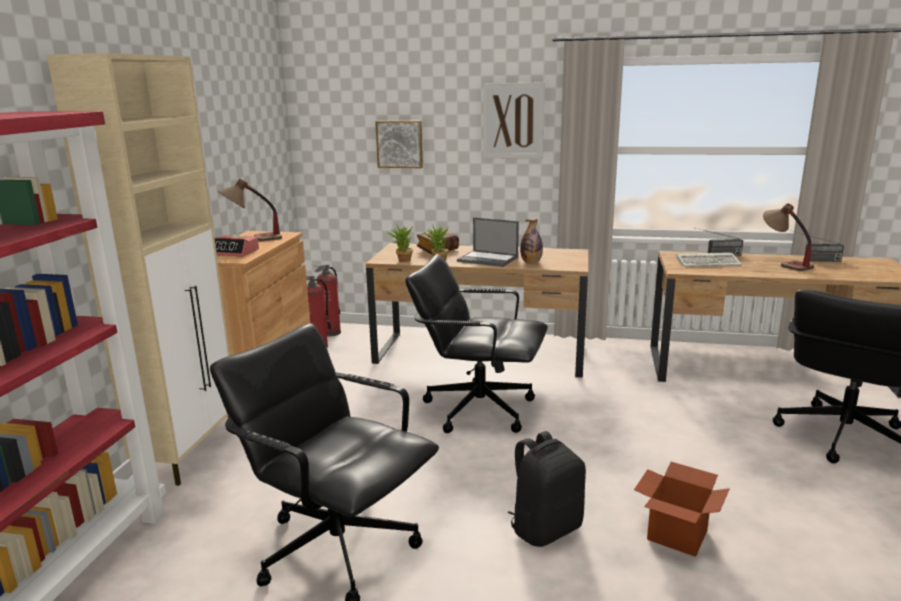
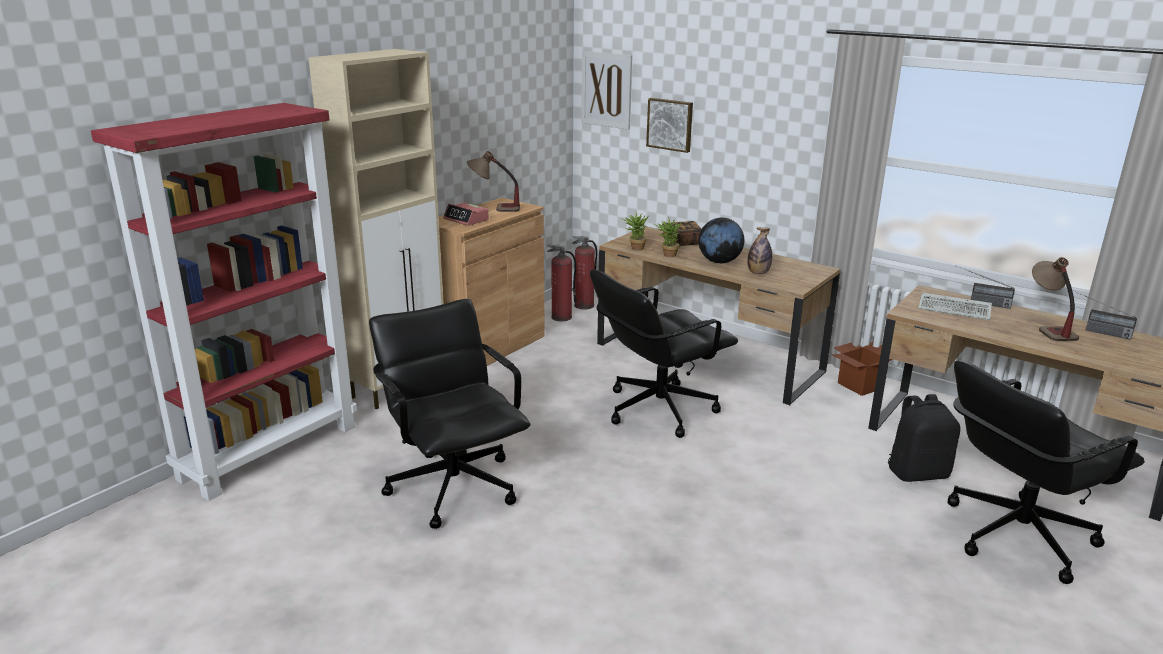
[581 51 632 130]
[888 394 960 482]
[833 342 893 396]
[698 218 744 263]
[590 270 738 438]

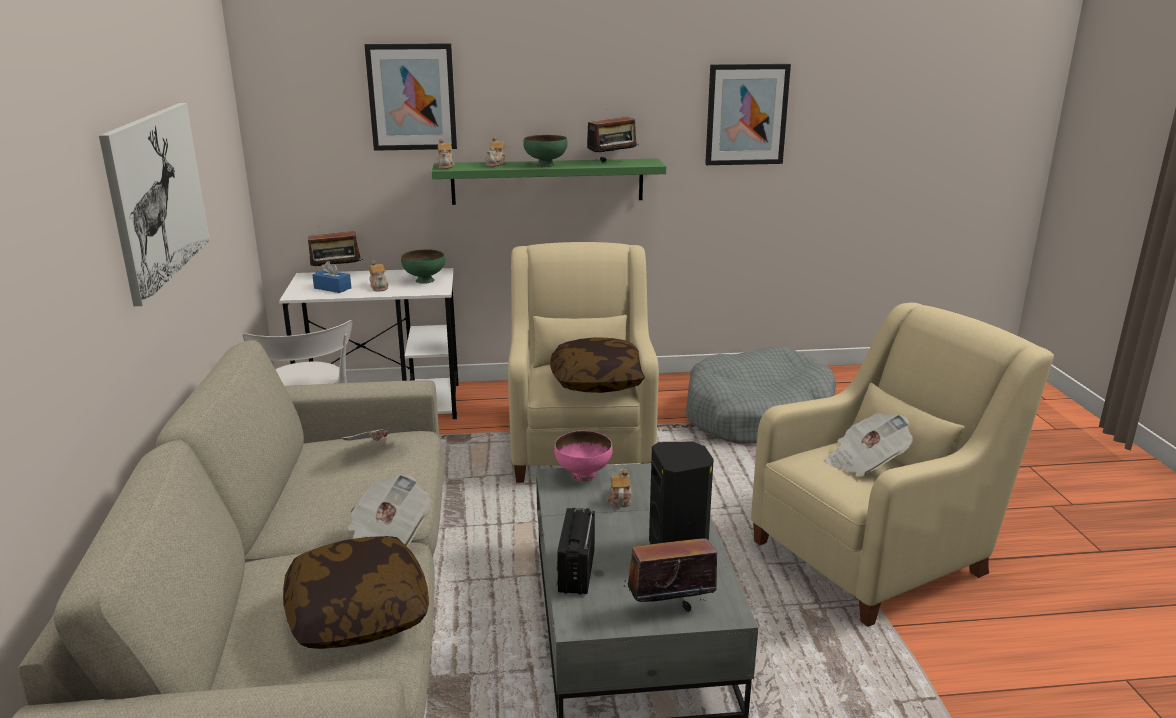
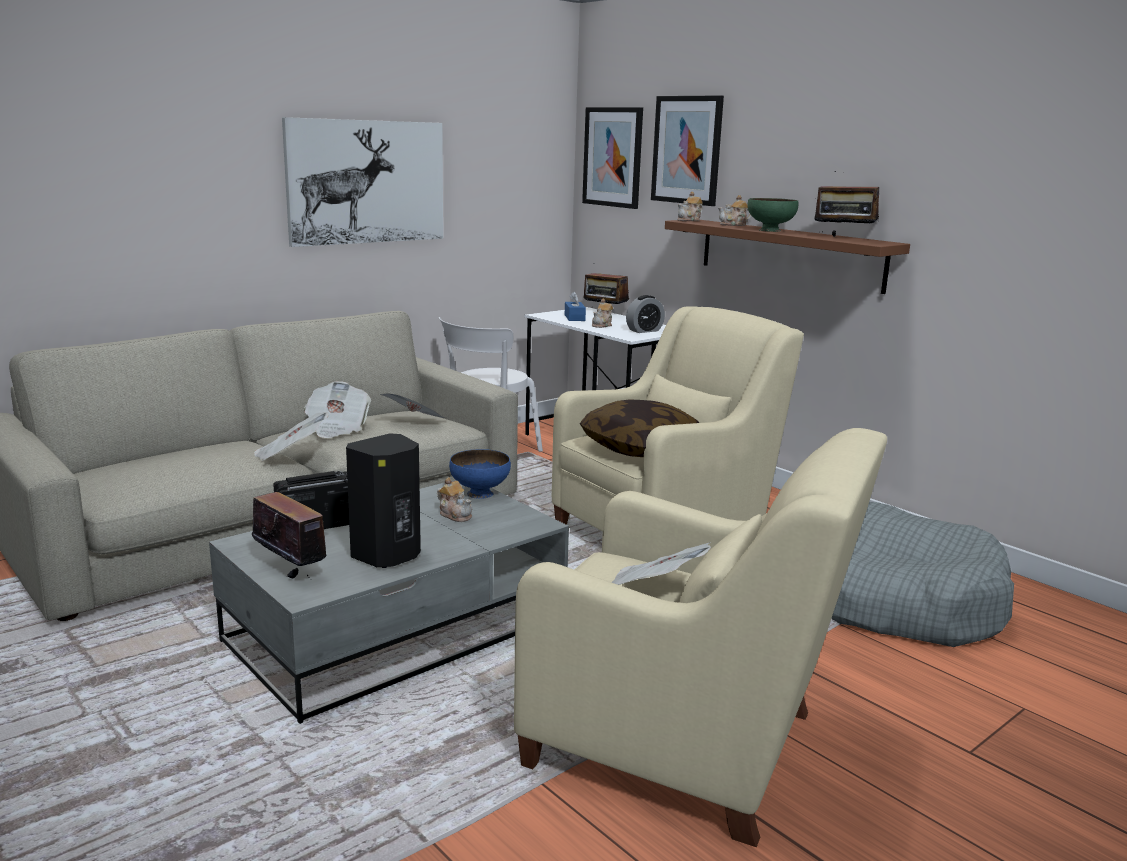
[283 536 429 649] (first image)
[304 381 371 438]
[582 107 643 209]
[626 295 665 333]
[665 220 910 294]
[449 449 511 499]
[437 477 472 522]

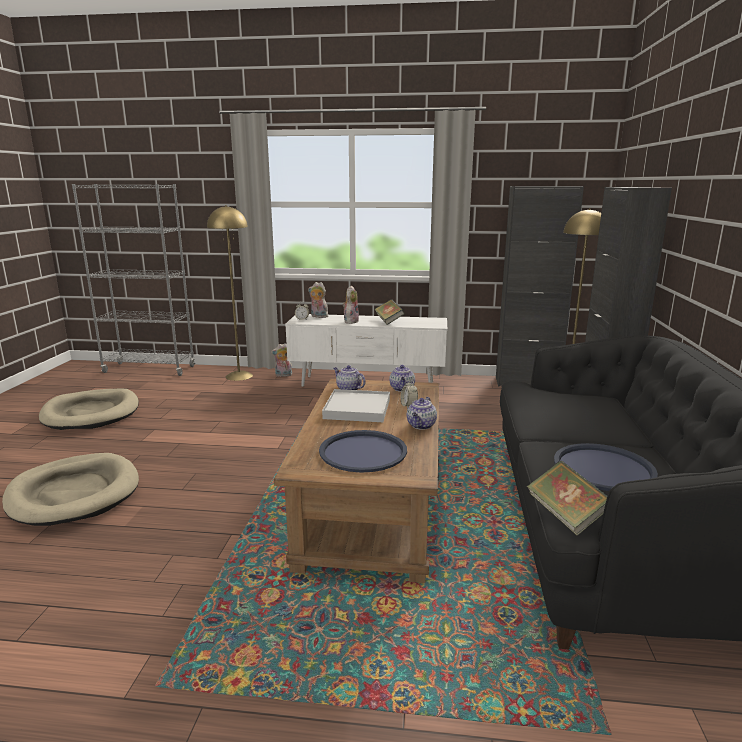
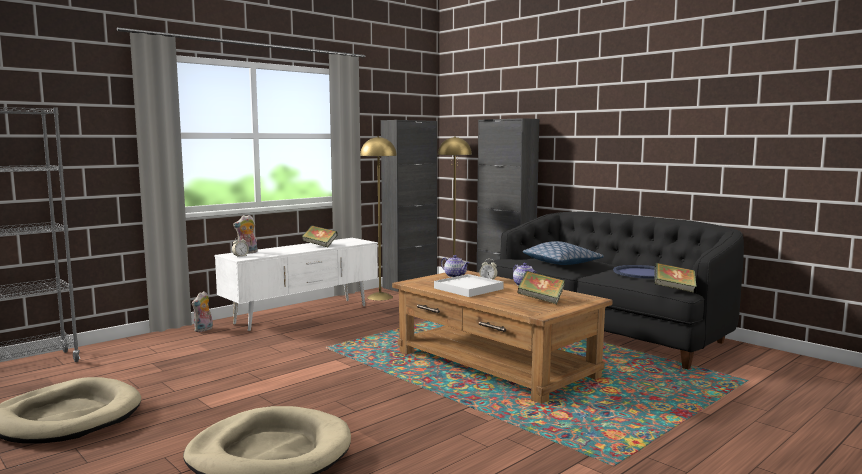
[333 365 365 390] (first image)
[343 286 359 324] (first image)
[523 241 604 265]
[360 136 397 301]
[518 271 565 304]

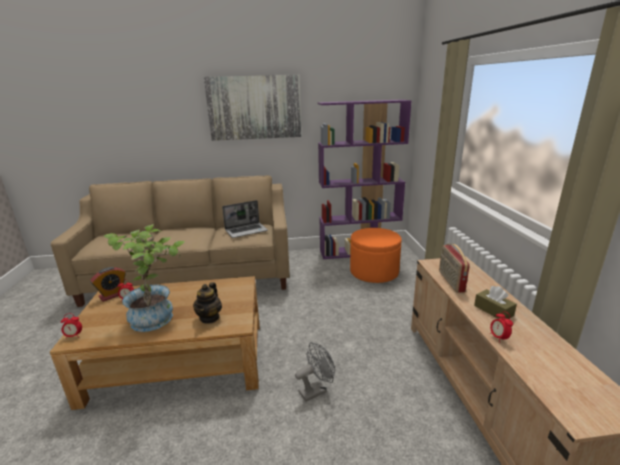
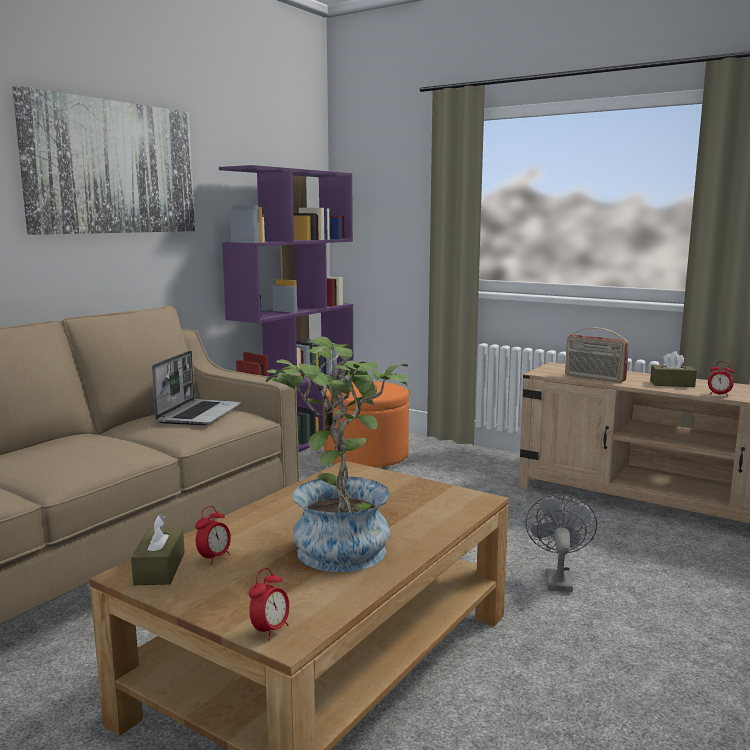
[193 282 222 324] (first image)
[131 514 185 585]

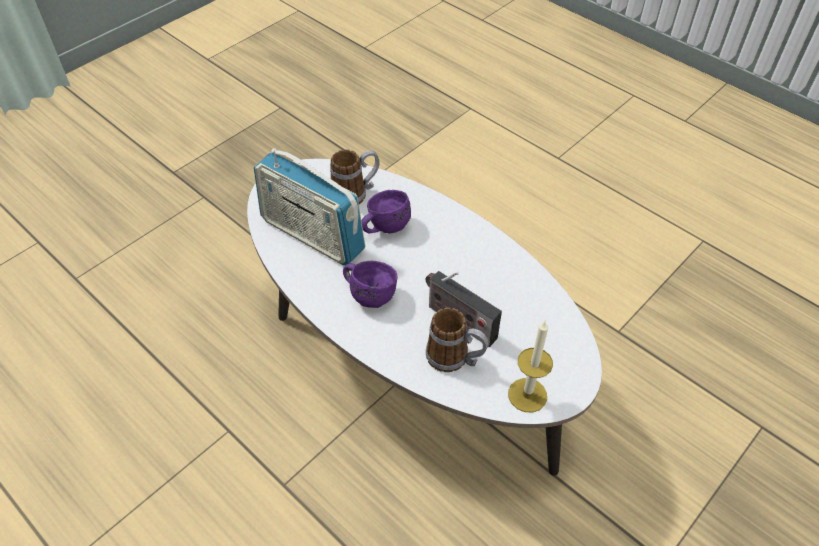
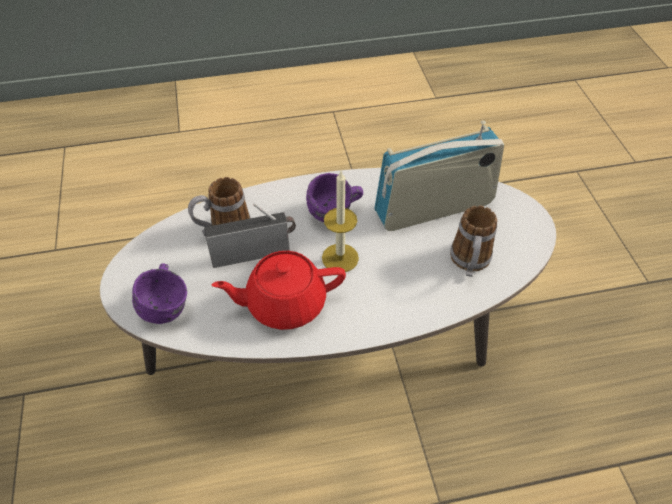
[212 251 346 330]
[132 264 187 324]
[322 171 359 272]

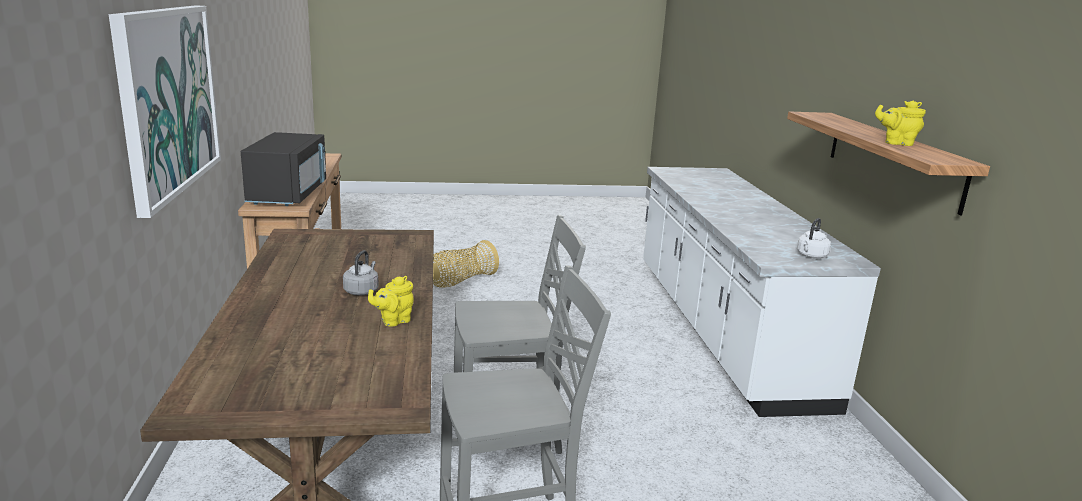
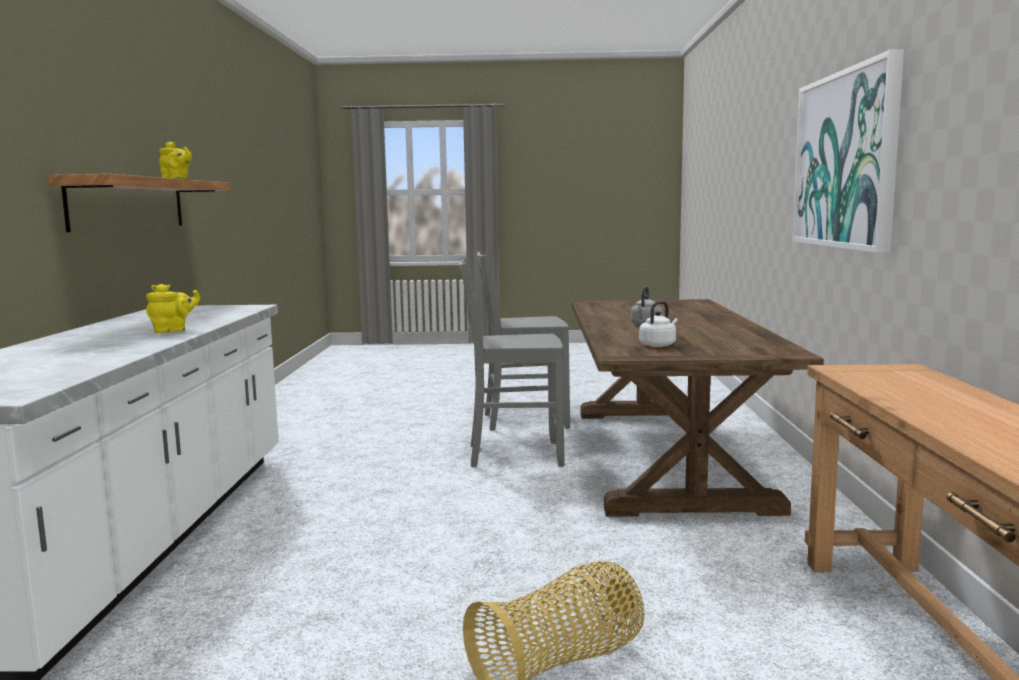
[241 132 326 206] (first image)
[146 284 200 333]
[639 301 678 347]

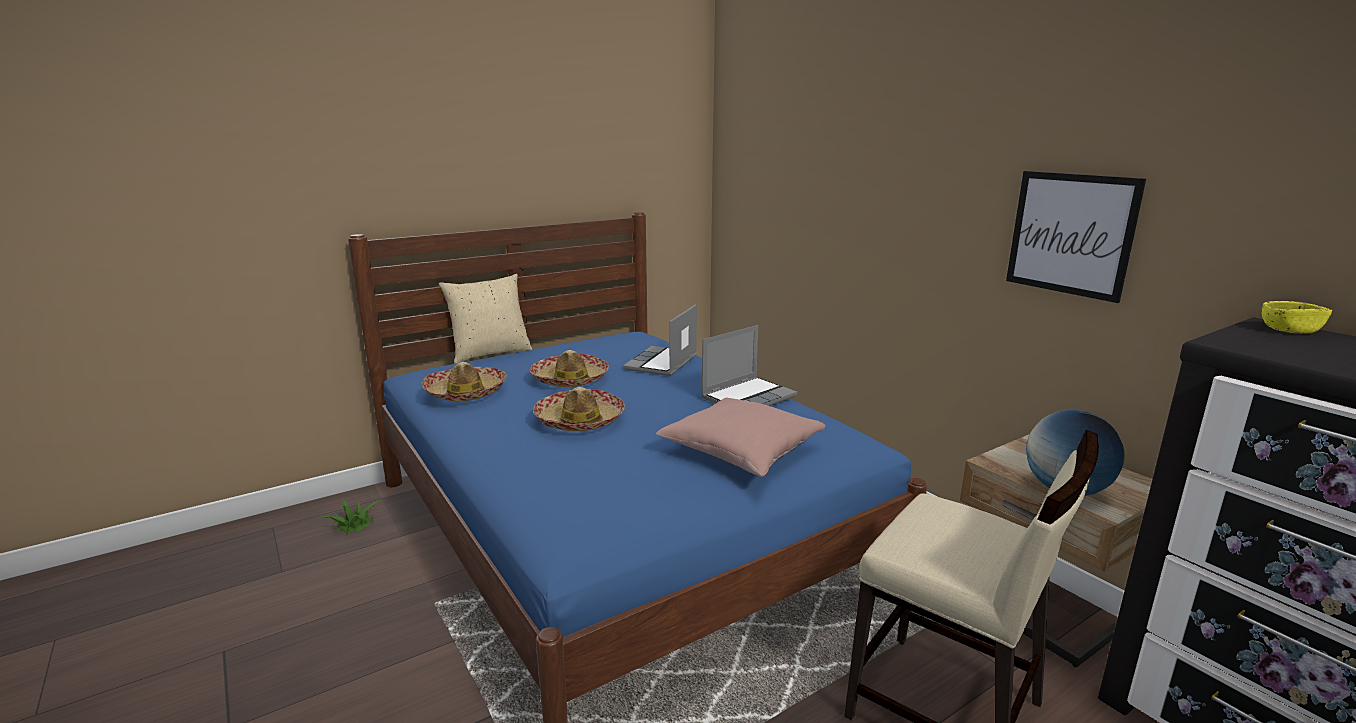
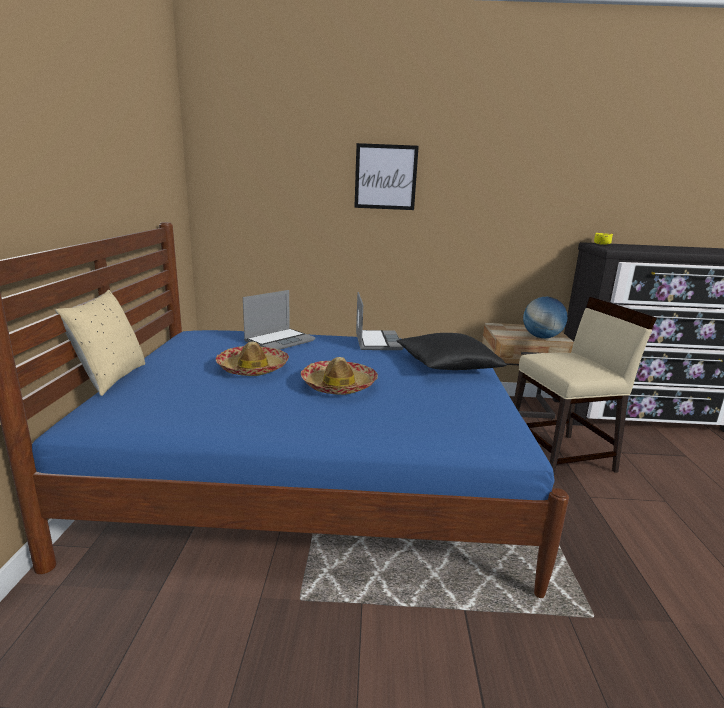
[324 499 380 535] (first image)
[422 362 507 401] (first image)
[354 143 419 210]
[397 333 507 370]
[243 290 315 350]

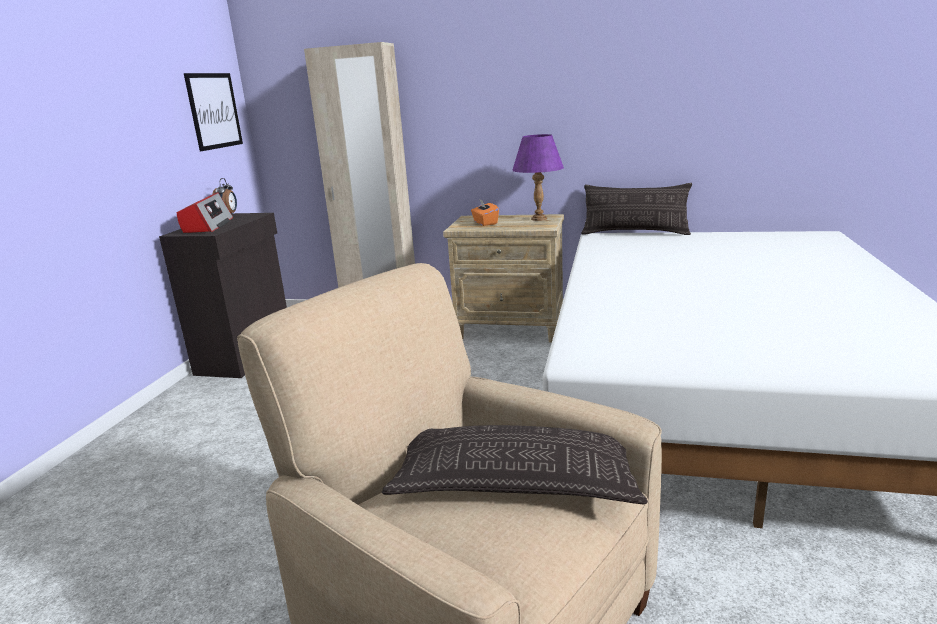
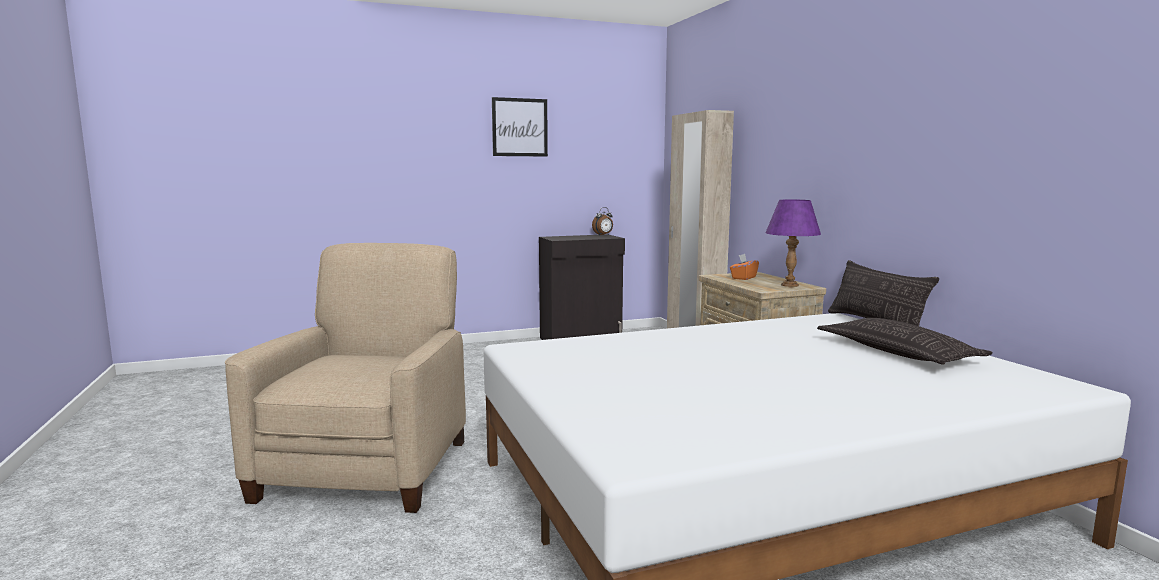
[177 192 233 233] (first image)
[492 97 548 157]
[817 318 993 365]

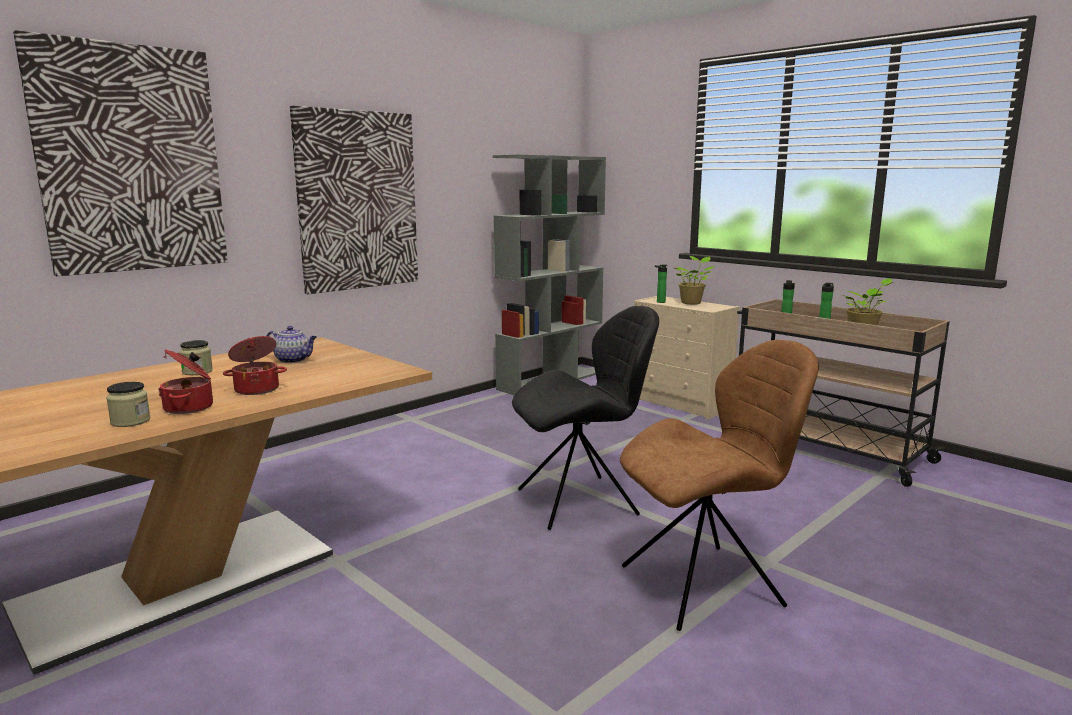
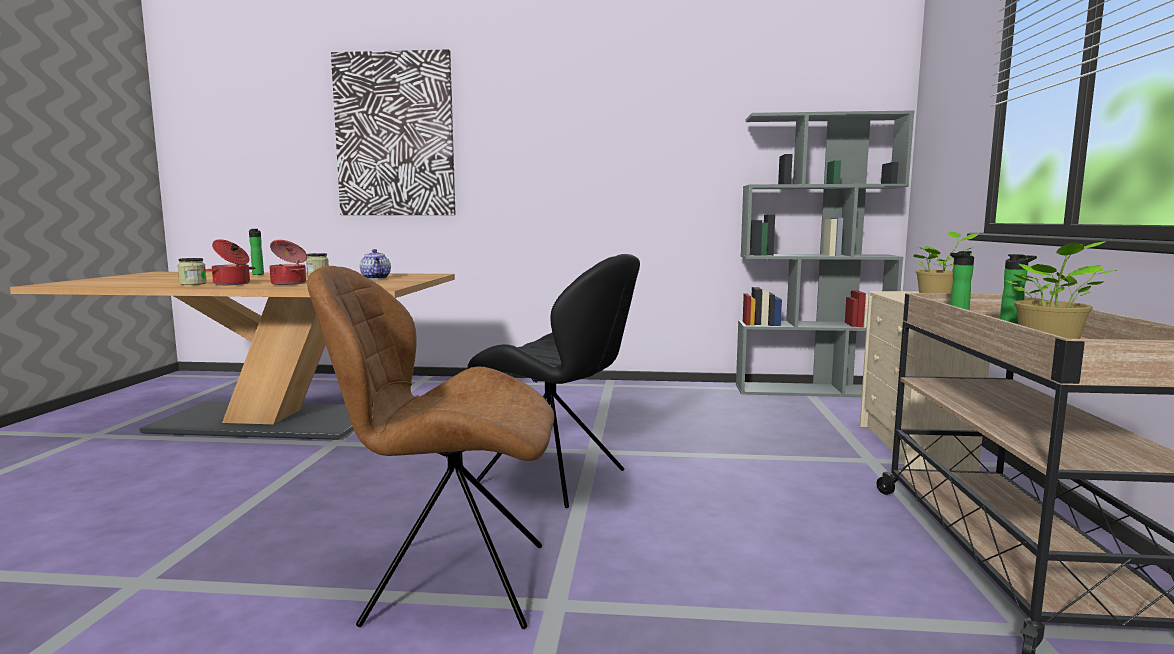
[290 106 418 294] (first image)
[249 229 264 275]
[307 266 554 629]

